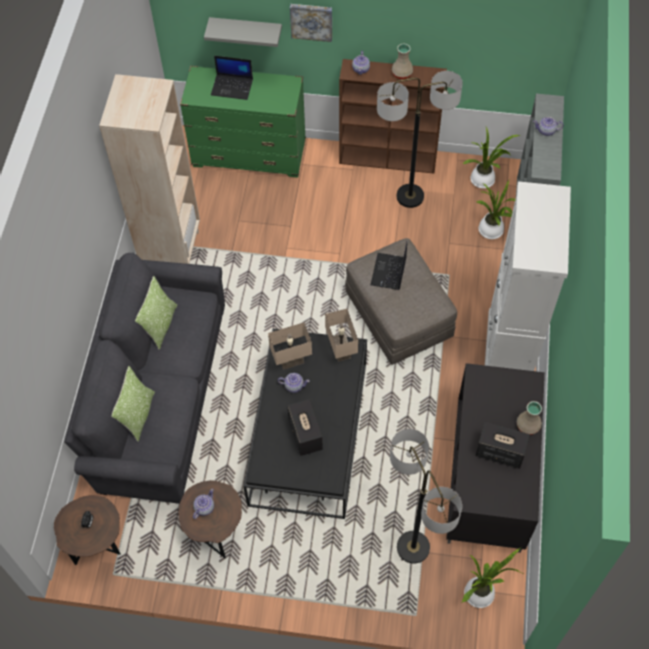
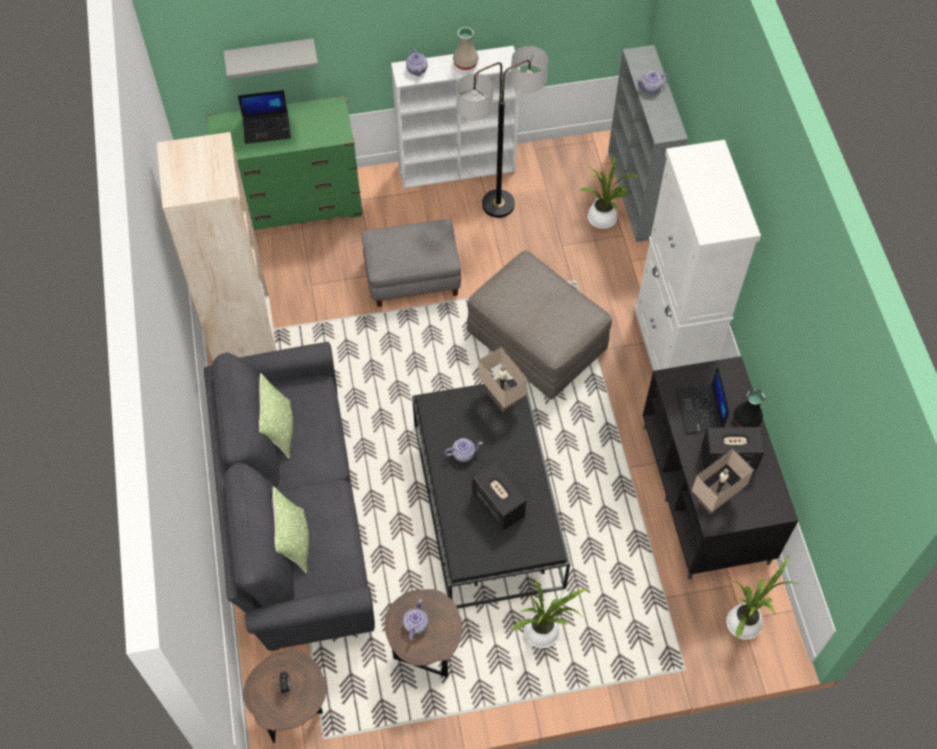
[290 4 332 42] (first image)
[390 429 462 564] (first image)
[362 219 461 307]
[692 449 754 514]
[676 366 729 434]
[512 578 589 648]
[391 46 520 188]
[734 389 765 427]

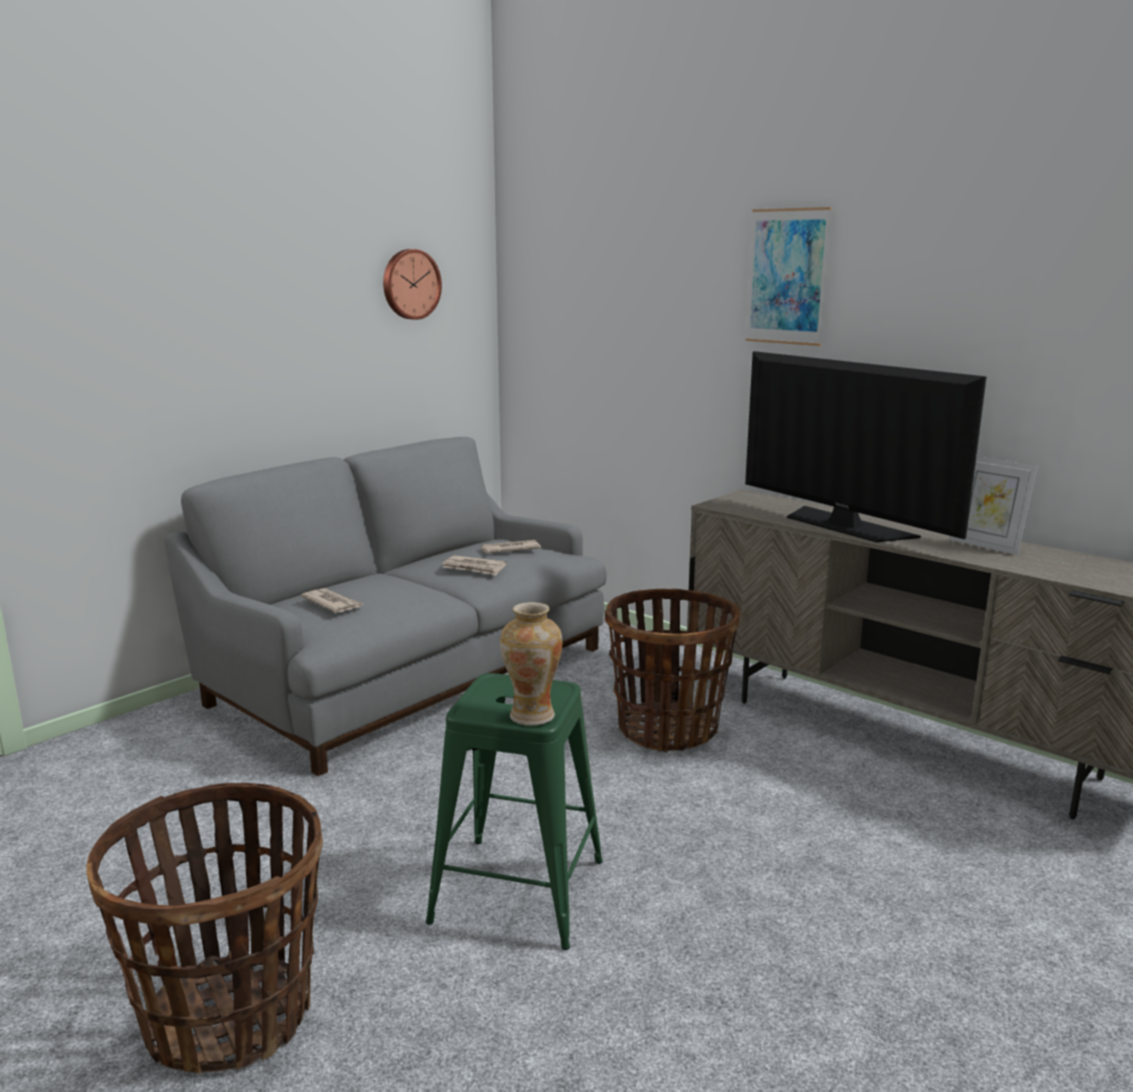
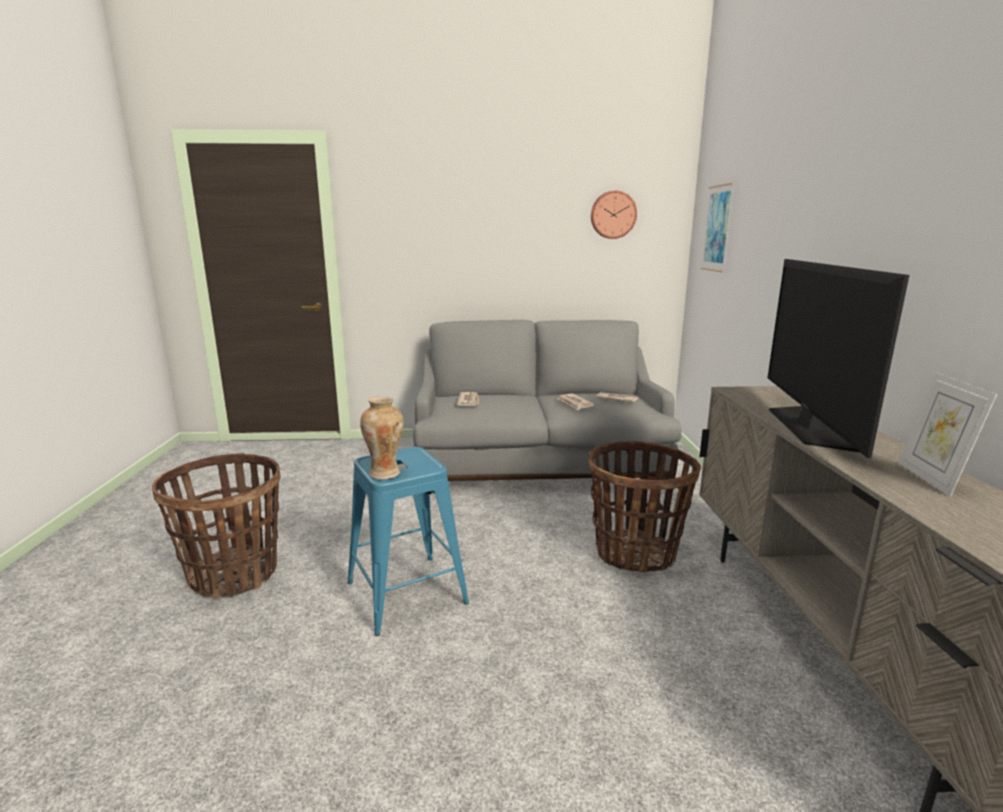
[701 183 734 272]
[347 447 469 636]

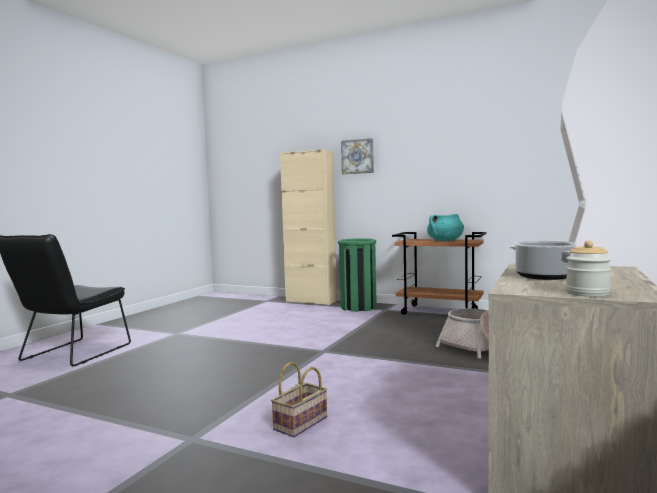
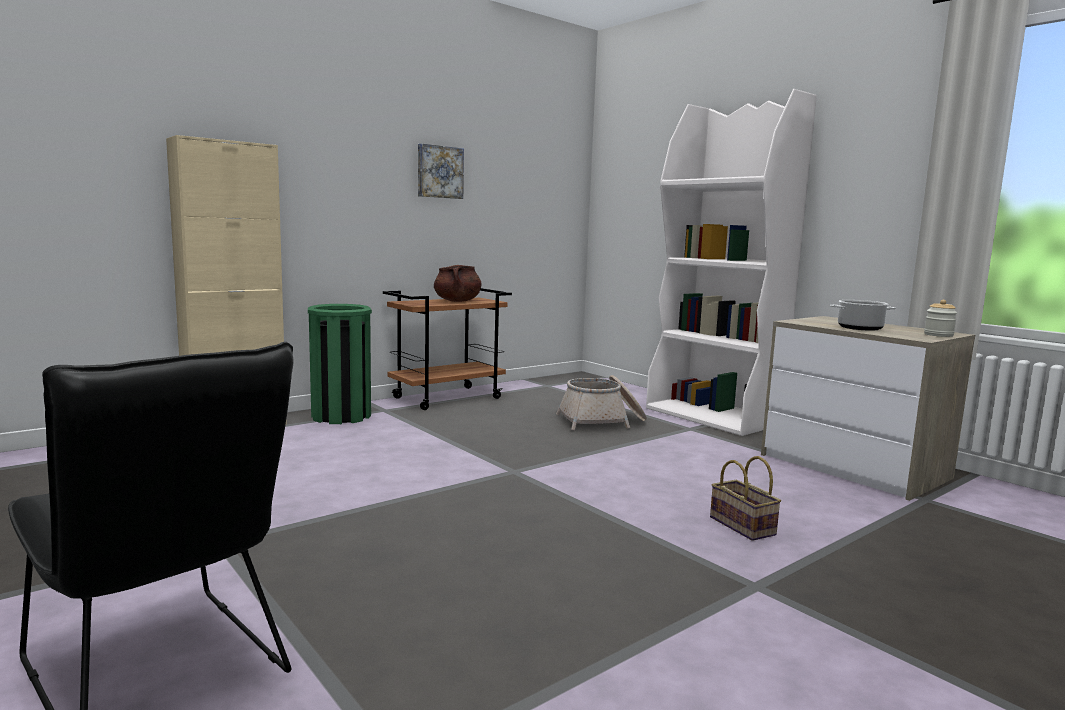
[418 143 464 199]
[434 265 482 302]

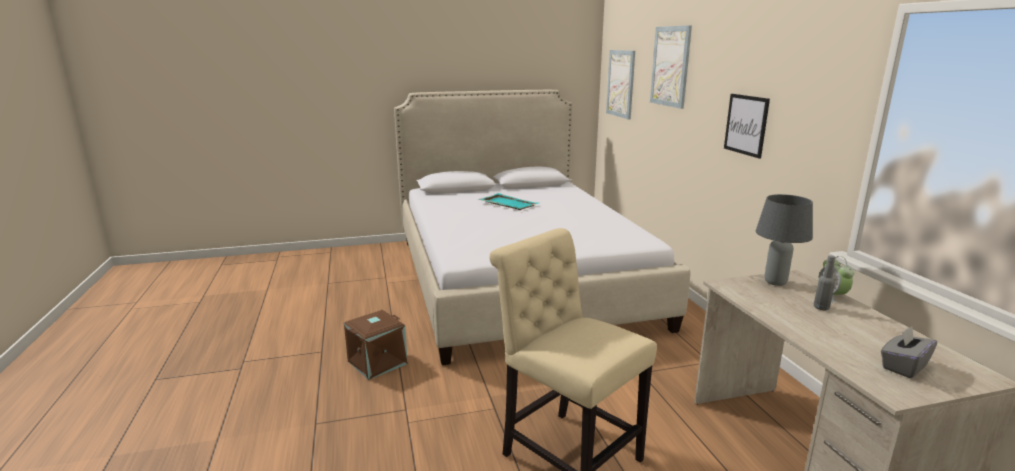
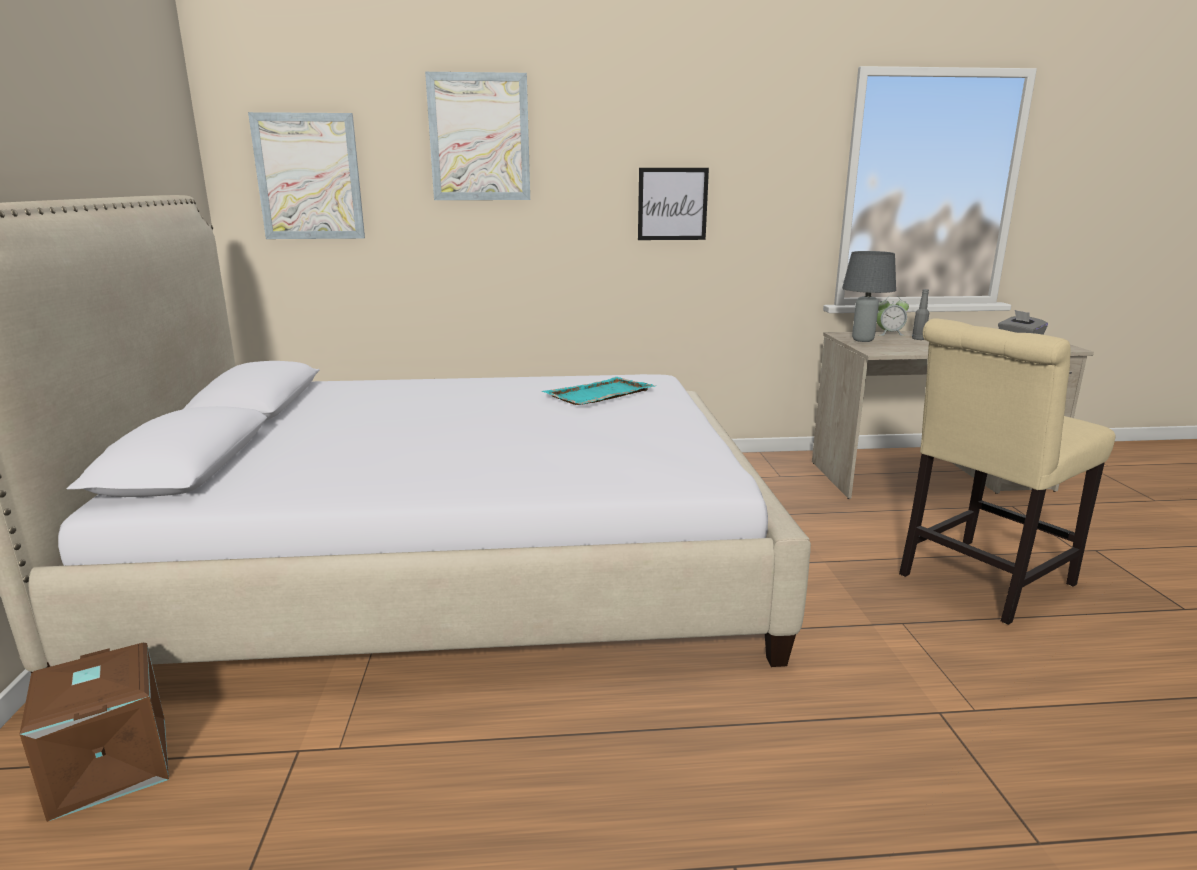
[20 643 169 822]
[542 377 655 405]

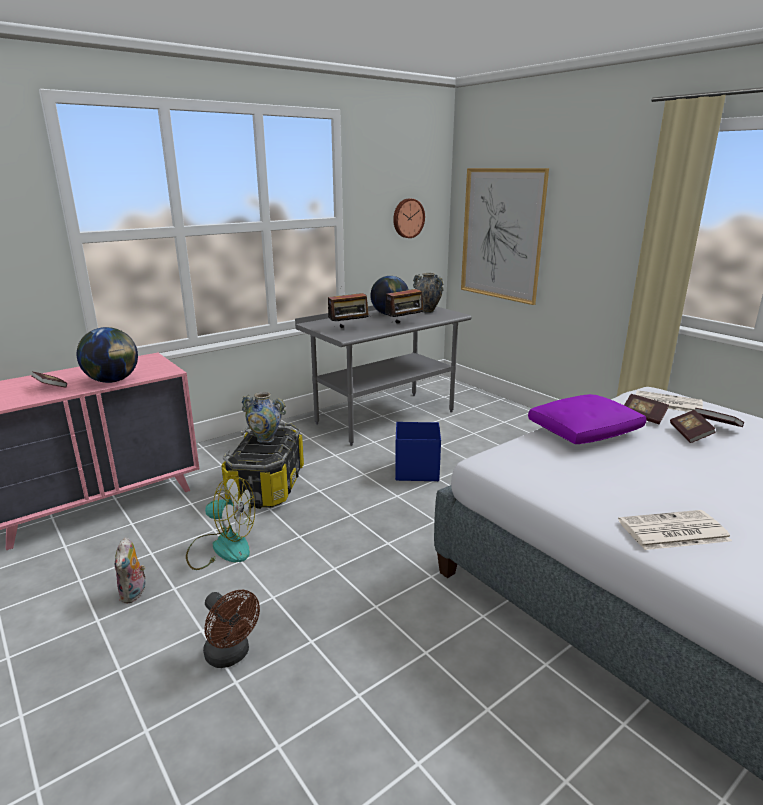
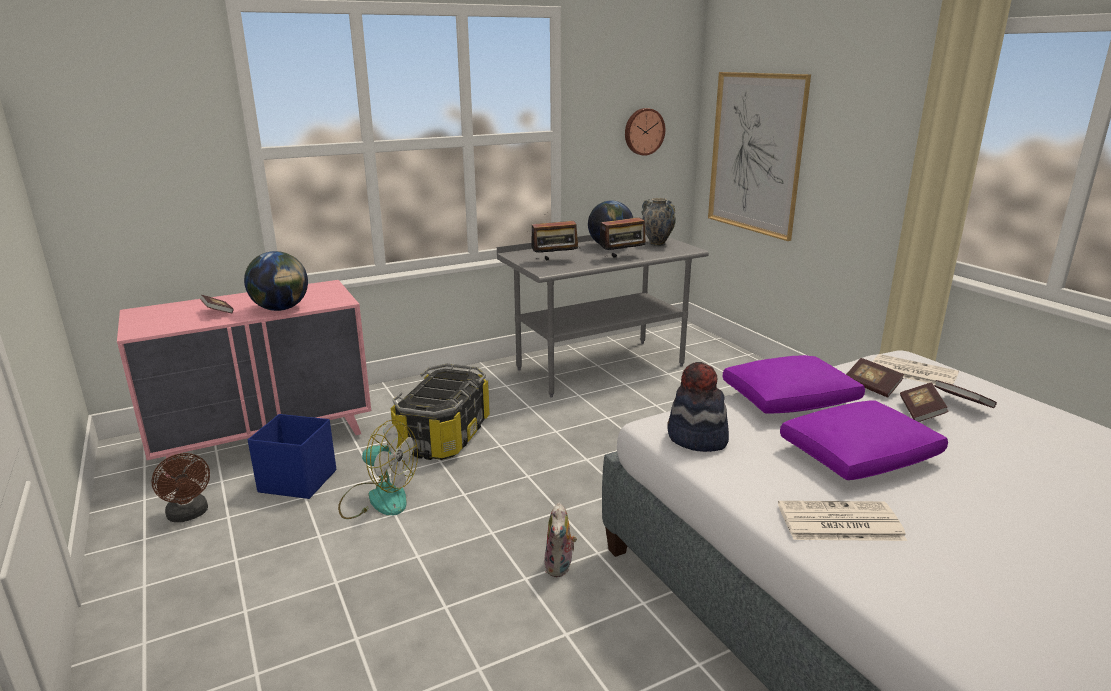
[241 392 286 443] (first image)
[667 362 729 452]
[780 400 948 480]
[544 502 577 577]
[152 453 210 522]
[248 414 336 499]

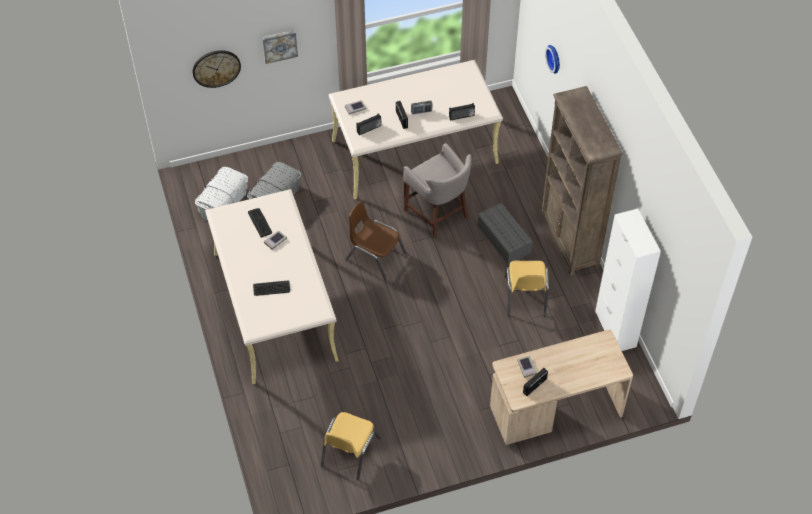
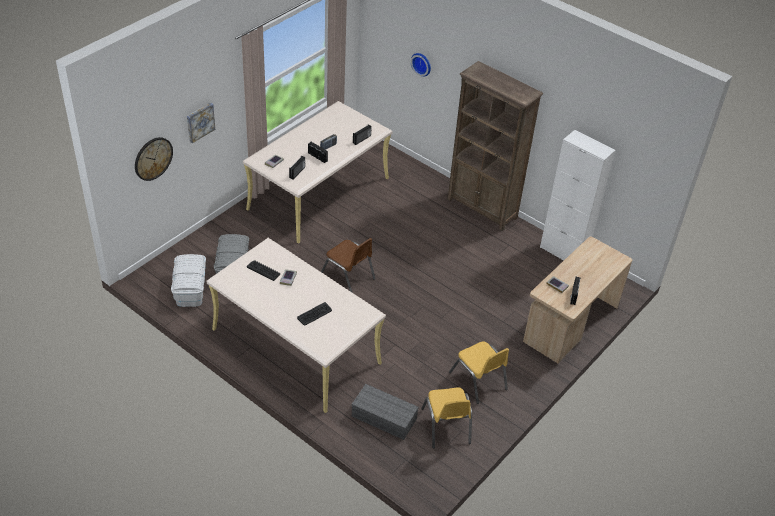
[403 143 471 238] (first image)
[351 384 419 440]
[449 341 509 404]
[321 238 376 293]

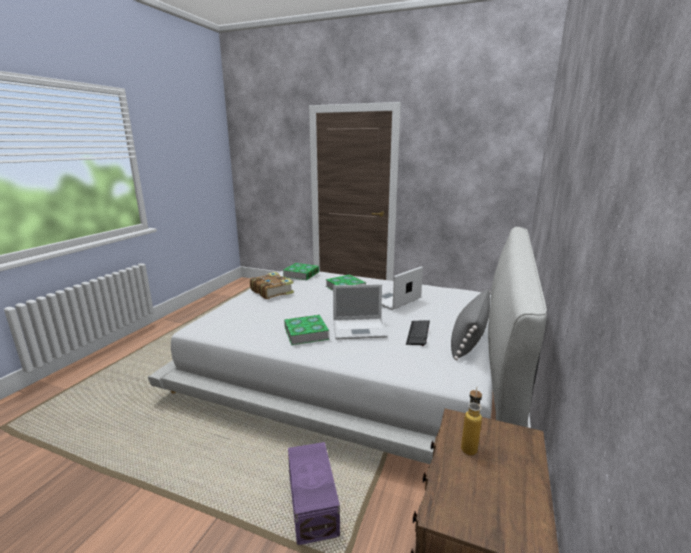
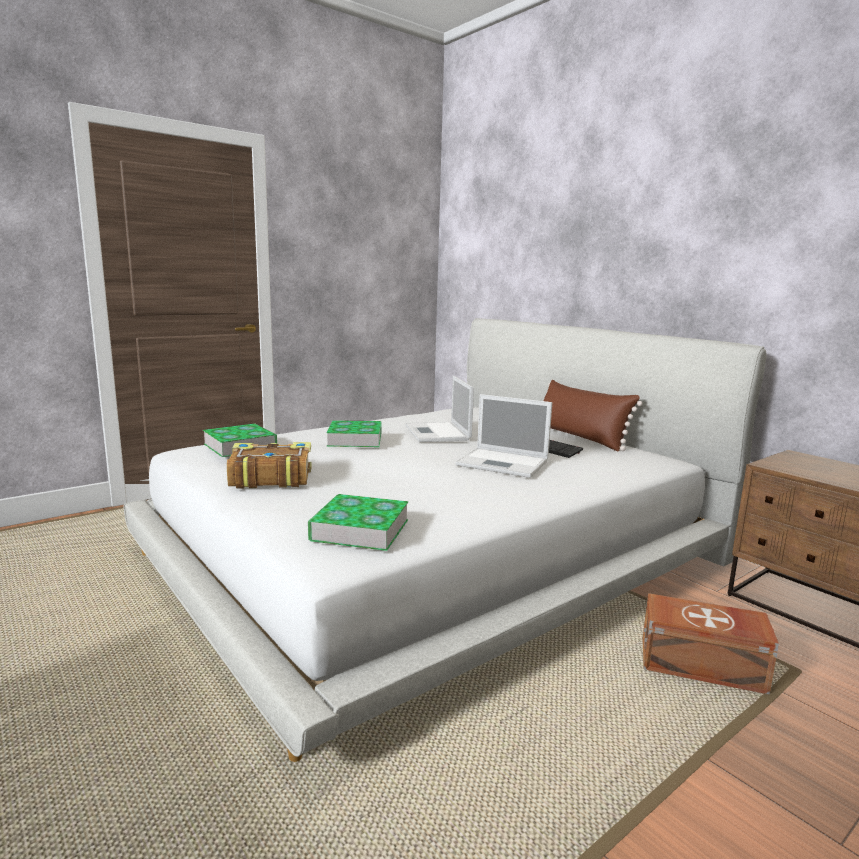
[461 387 482 455] (first image)
[308 494 408 551]
[643 593 779 694]
[543 380 643 452]
[456 394 552 478]

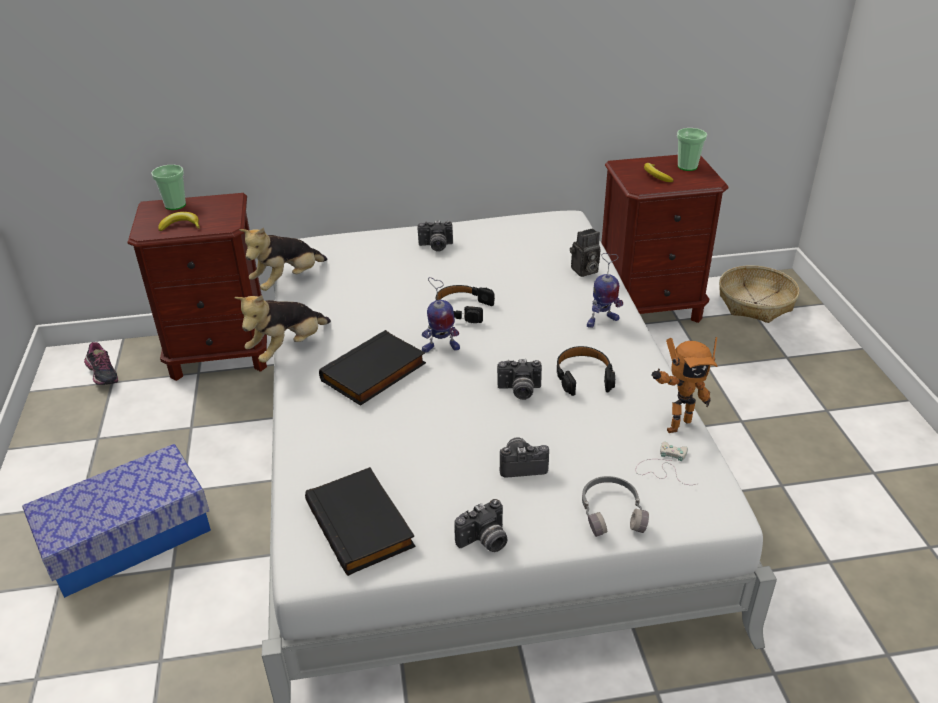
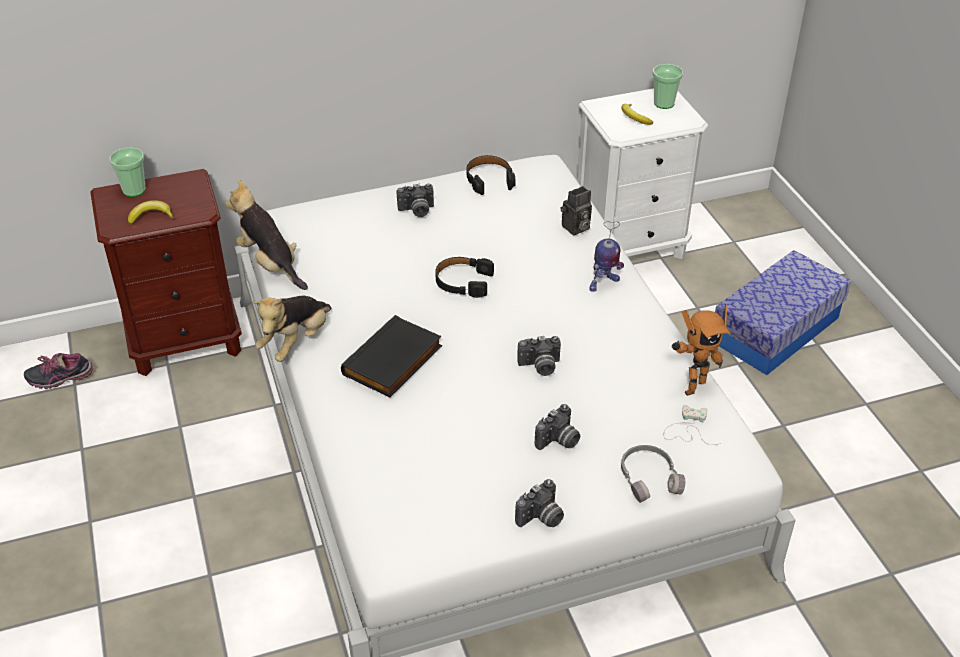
[305 467 415 576] (first image)
[422 277 460 353] (first image)
[719 265 799 323] (first image)
[715 250 851 375]
[466 155 515 195]
[577 88 708 259]
[24 353 93 389]
[225 180 308 290]
[535 404 580 450]

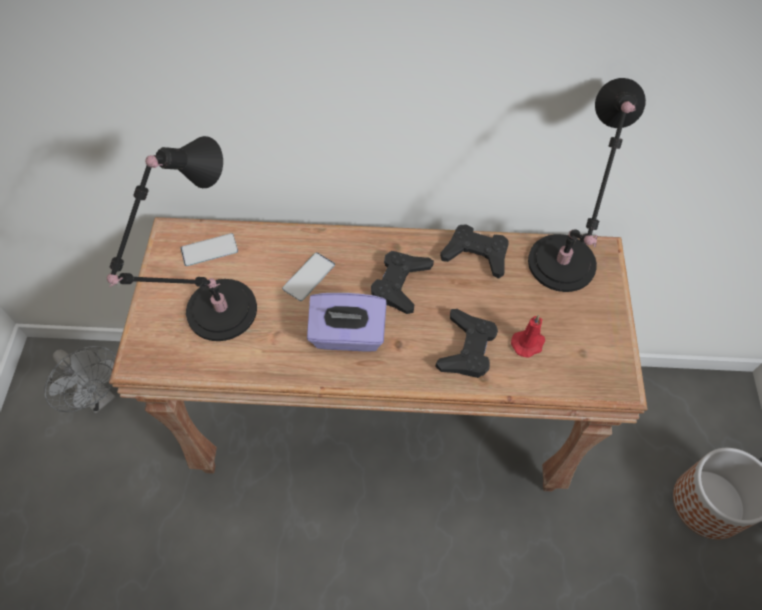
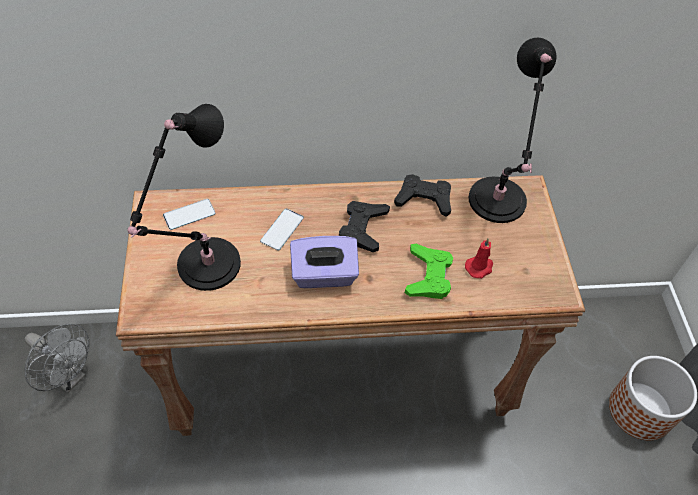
[405 244 453 299]

